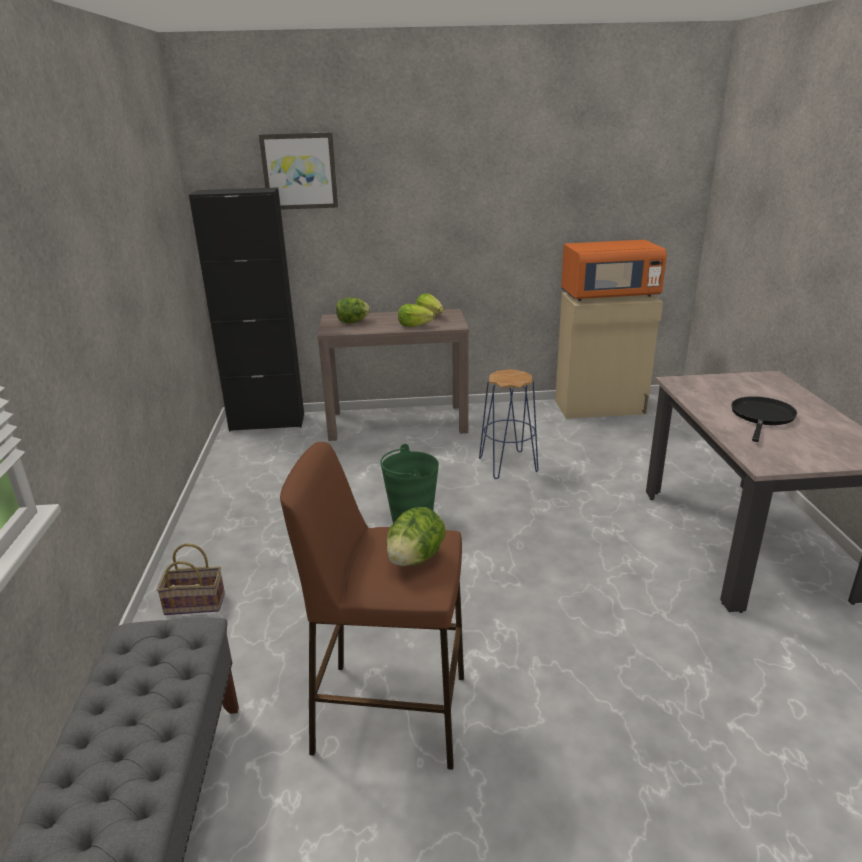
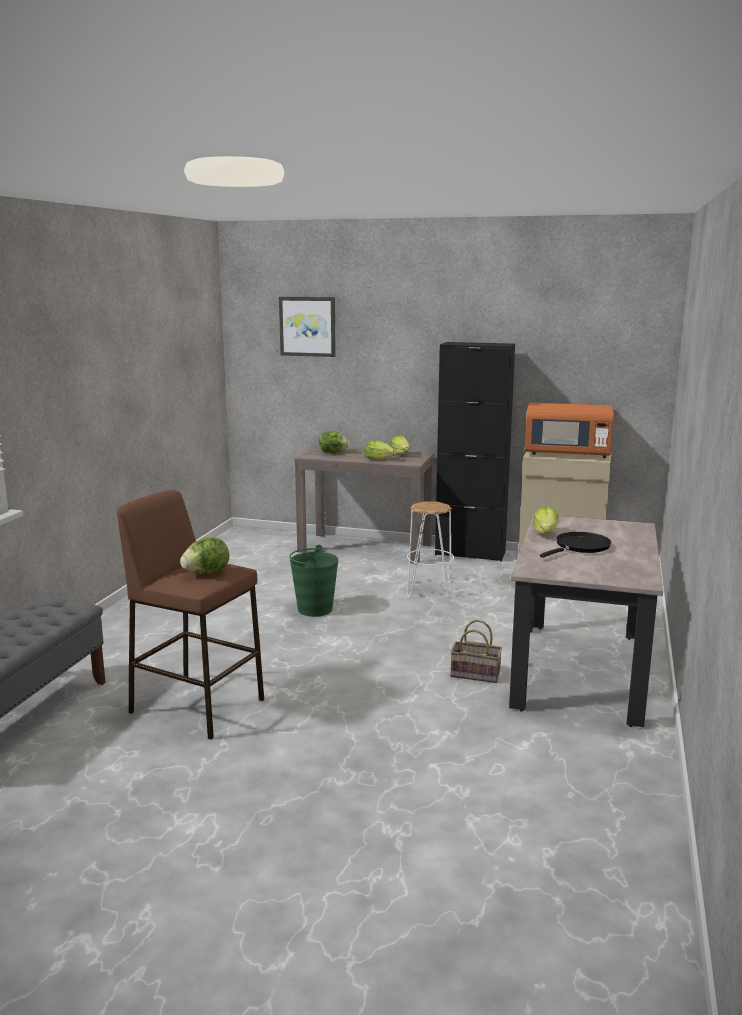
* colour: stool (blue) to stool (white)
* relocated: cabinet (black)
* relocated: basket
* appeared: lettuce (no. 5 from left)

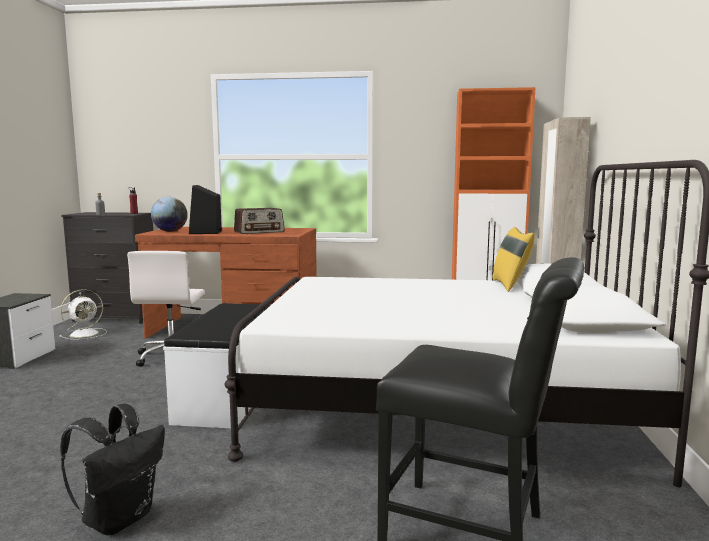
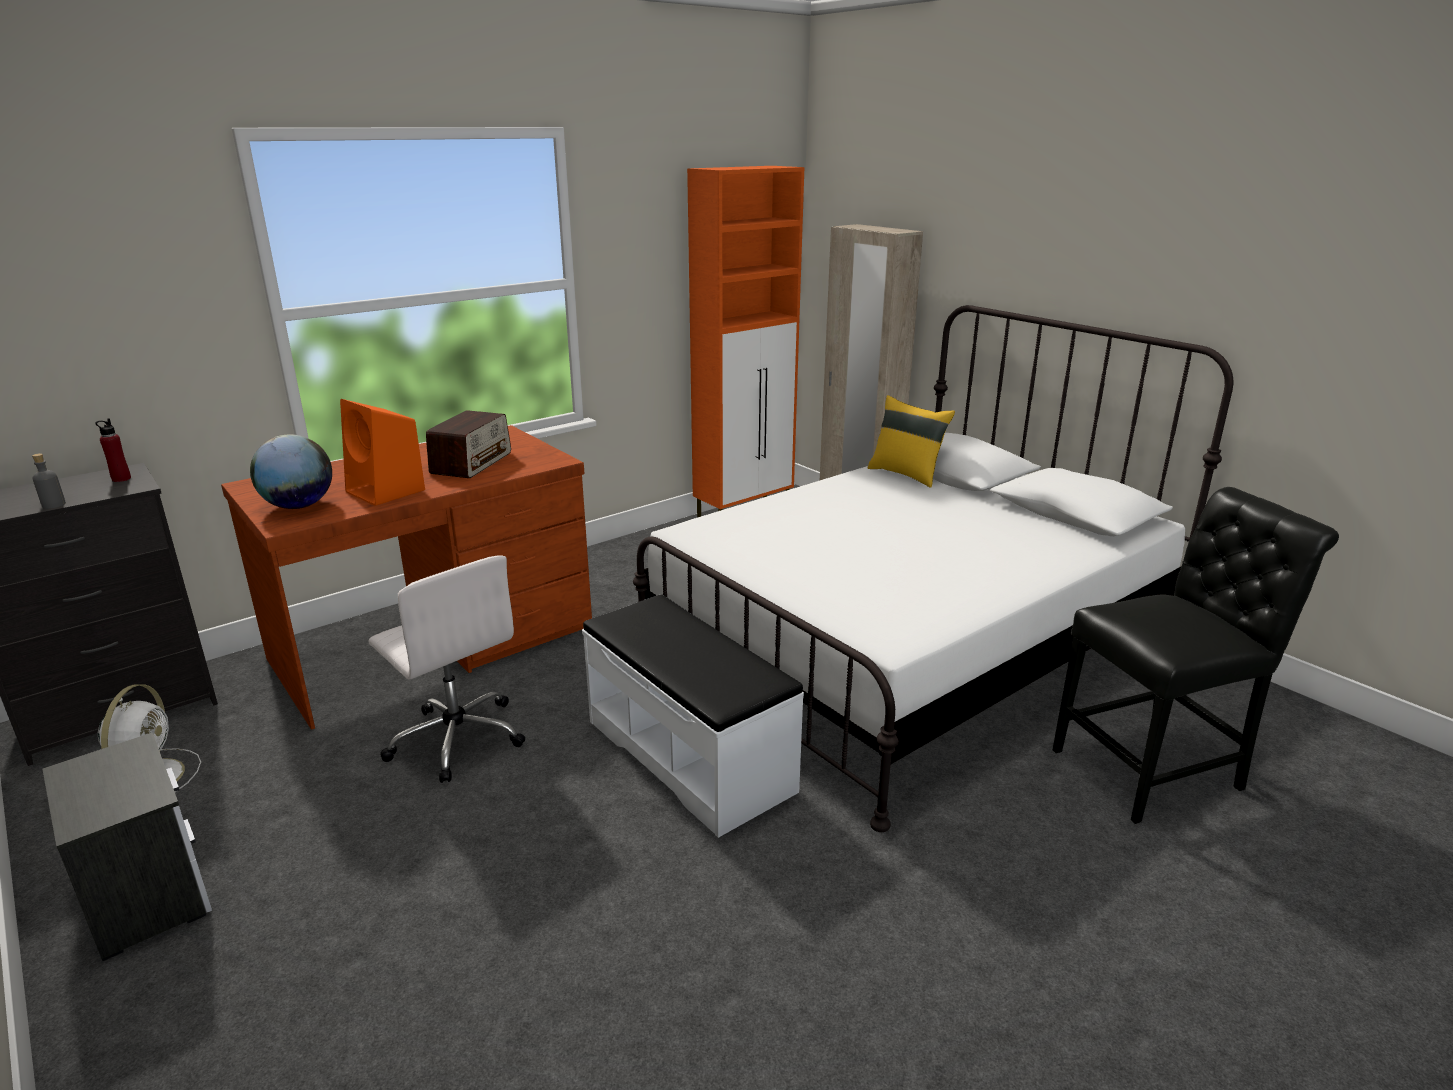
* colour: speaker (black) to speaker (orange)
* missing: backpack (black)

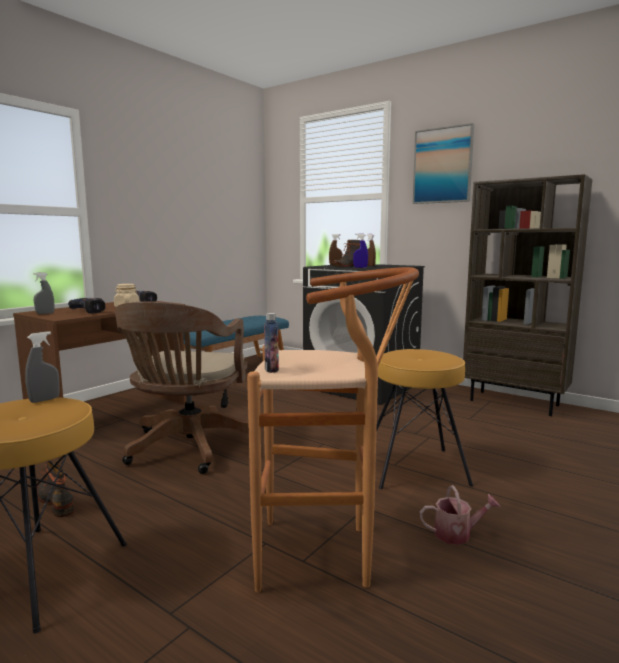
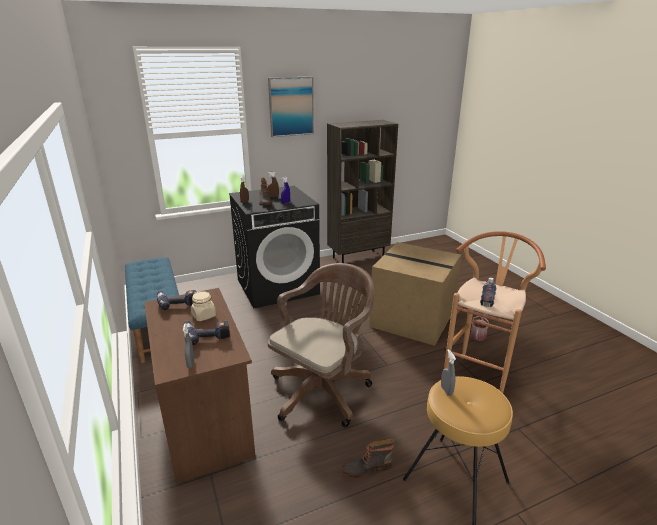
* spun: office chair (brown) 90 degrees counterclockwise
* exchanged: stool (brown) (no. 3 from left) to cardboard box

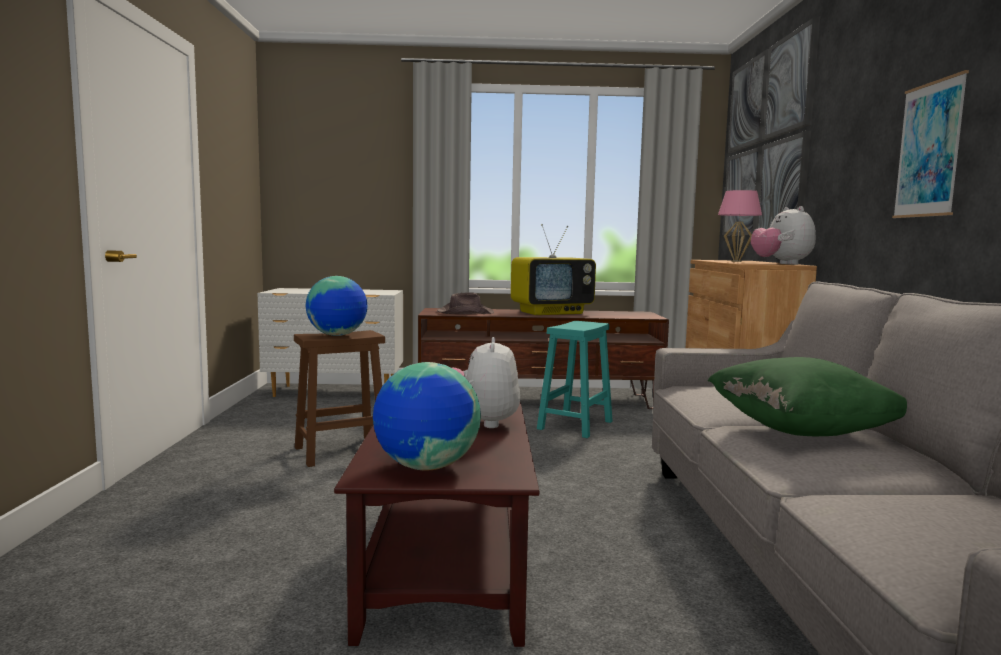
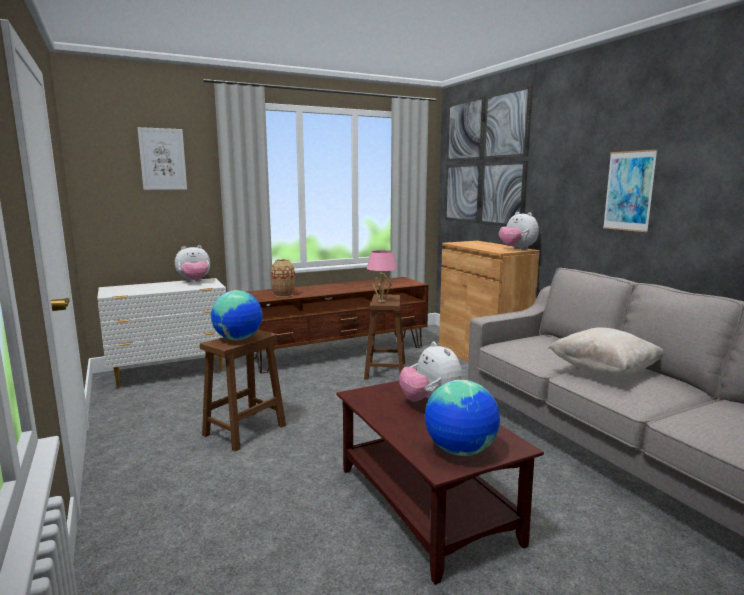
* appeared: picture (no. 1 from left)
* appeared: plush toy (no. 1 from left)
* exchanged: hat (brown) to vase
* colour: stool (turquoise) to stool (brown) (no. 2 from left)
* relocated: table lamp (pink)
* colour: pillow (green) to pillow (beige)
* missing: television

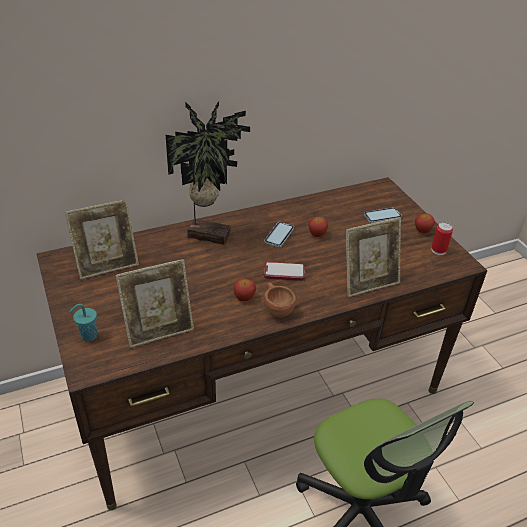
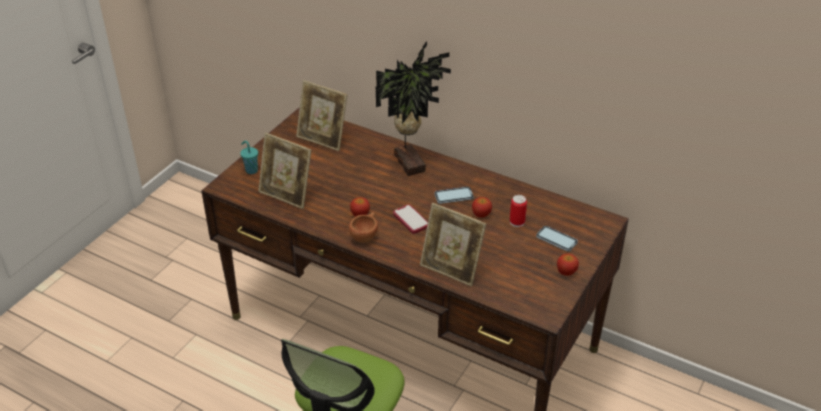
* relocated: can

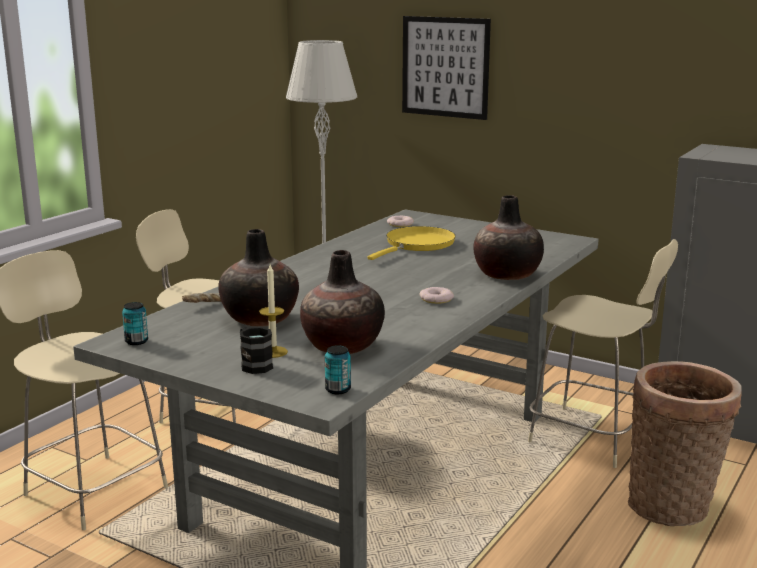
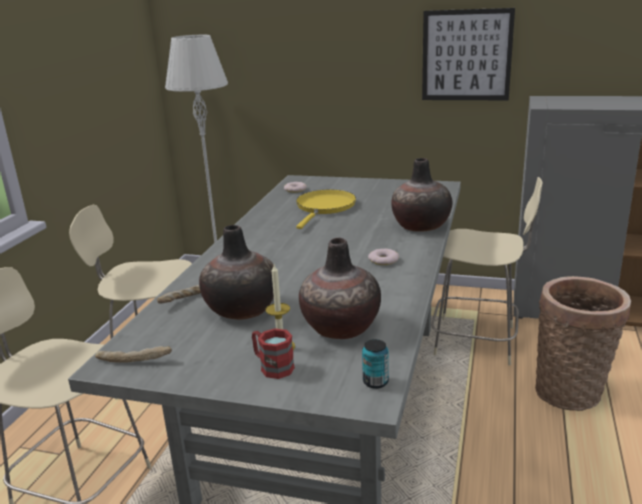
* exchanged: can (no. 1 from left) to bread (no. 1 from left)
* colour: mug (black) to mug (red)
* relocated: picture

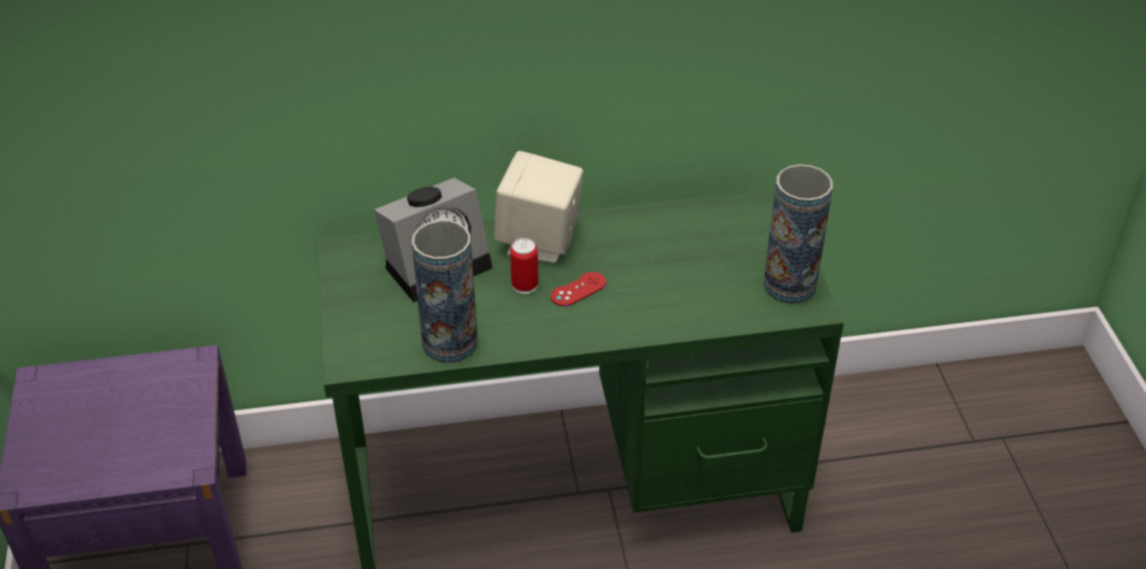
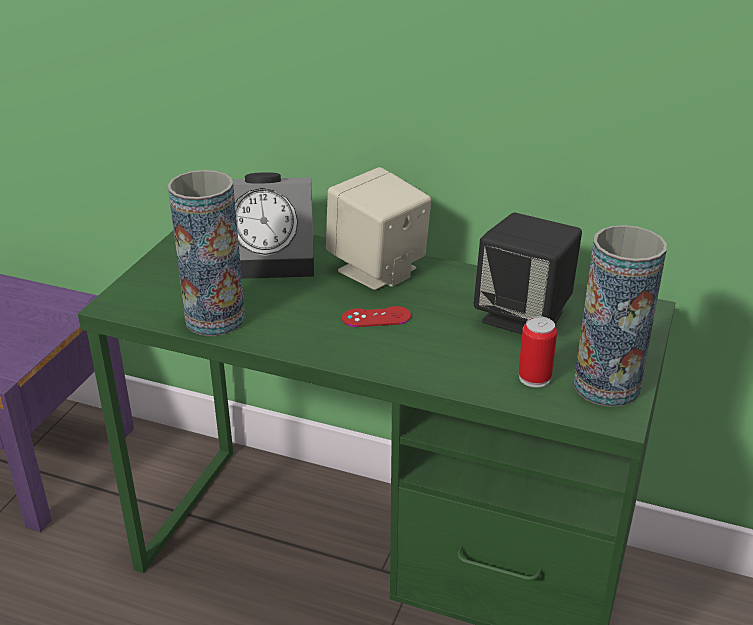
* appeared: speaker (black)
* relocated: can

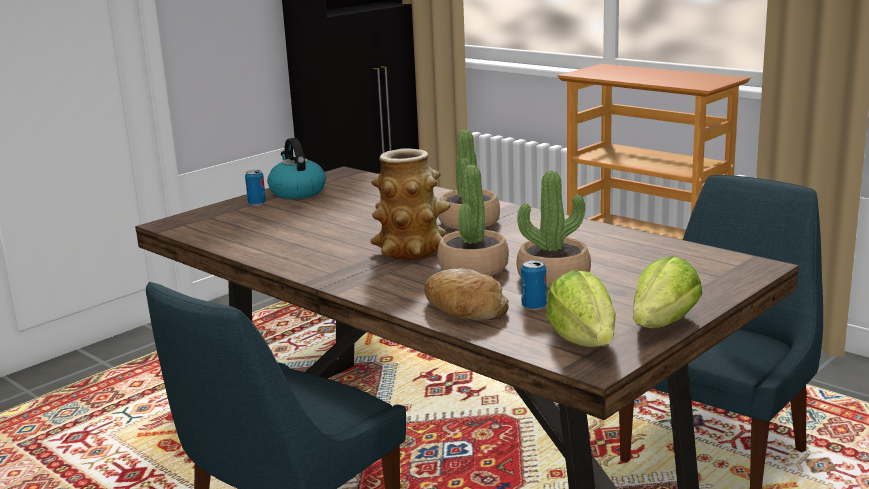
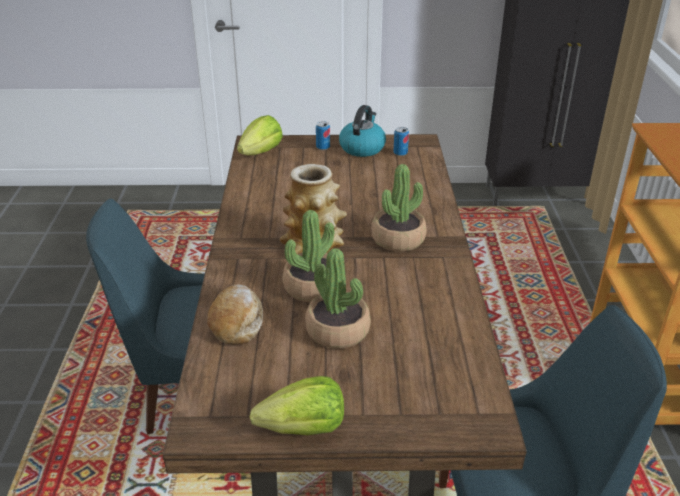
* relocated: lettuce (no. 1 from left)
* relocated: can (no. 2 from left)

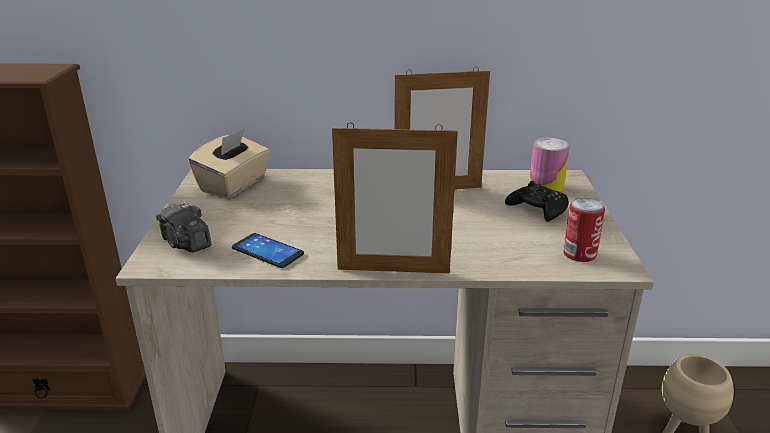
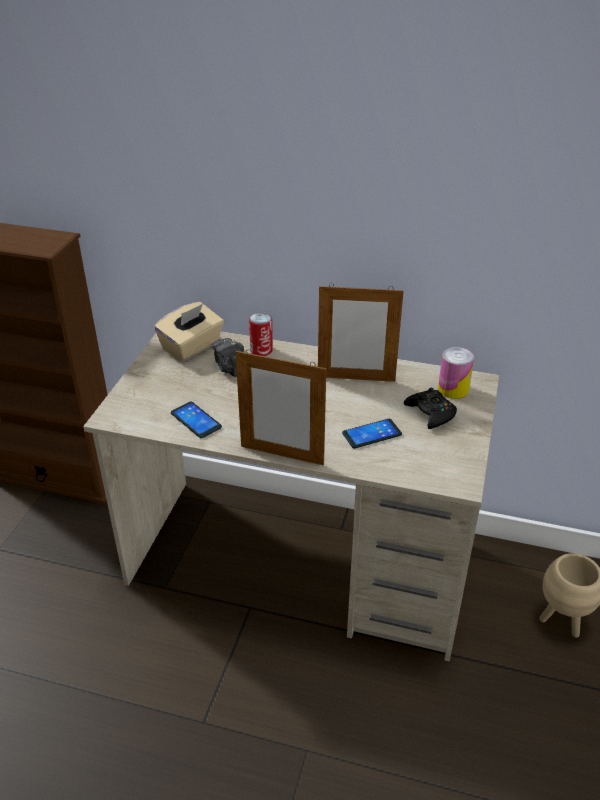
* relocated: photo camera
* relocated: can (no. 2 from left in the first image) to can (no. 1 from left)
* appeared: phone (no. 2 from left)

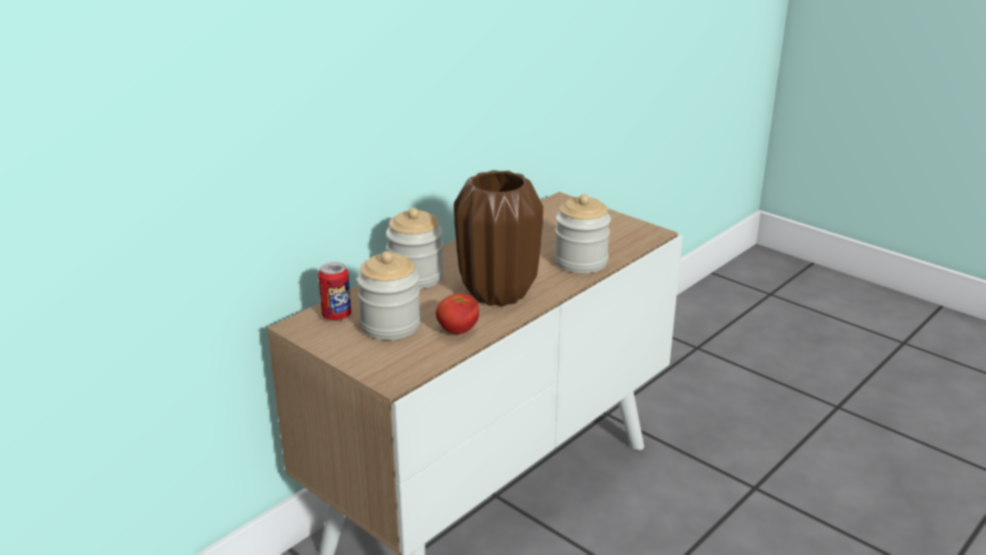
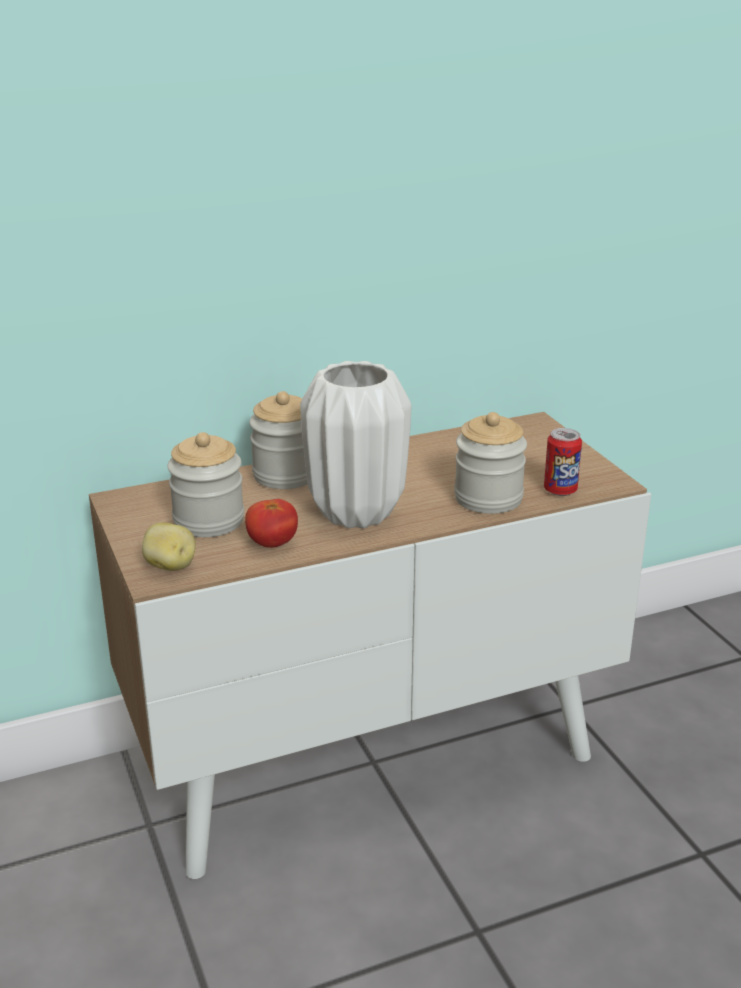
* appeared: potato
* colour: vase (brown) to vase (white)
* relocated: can

